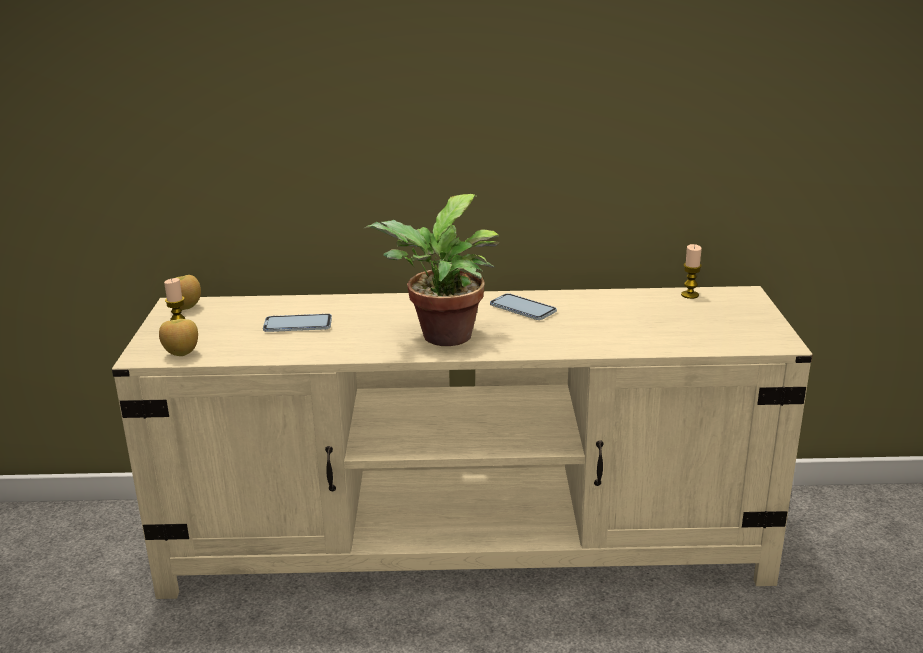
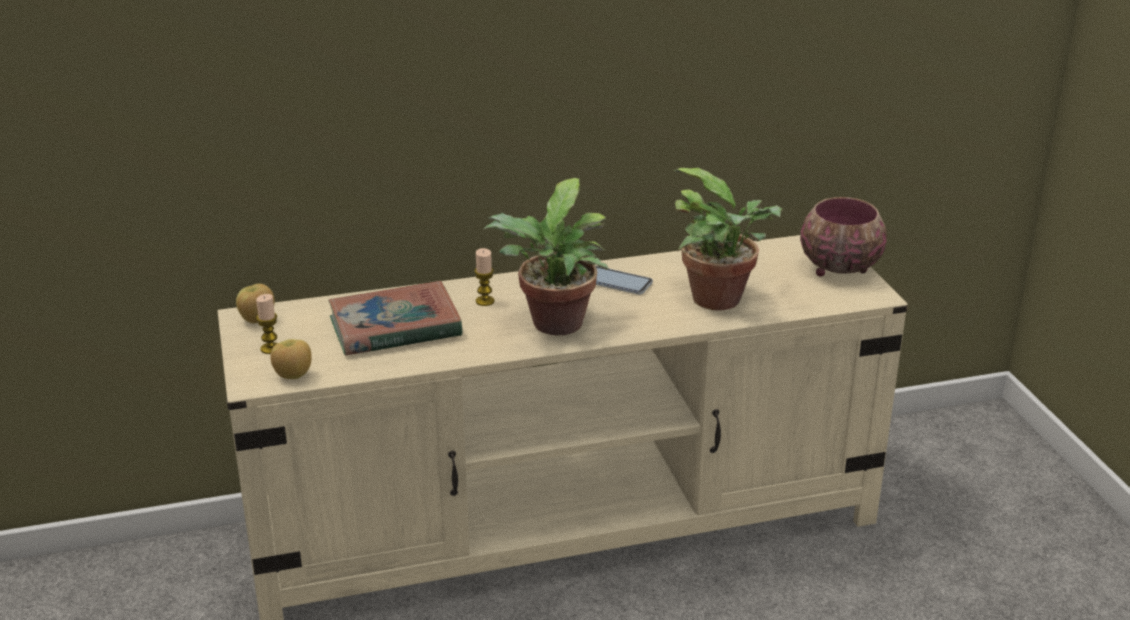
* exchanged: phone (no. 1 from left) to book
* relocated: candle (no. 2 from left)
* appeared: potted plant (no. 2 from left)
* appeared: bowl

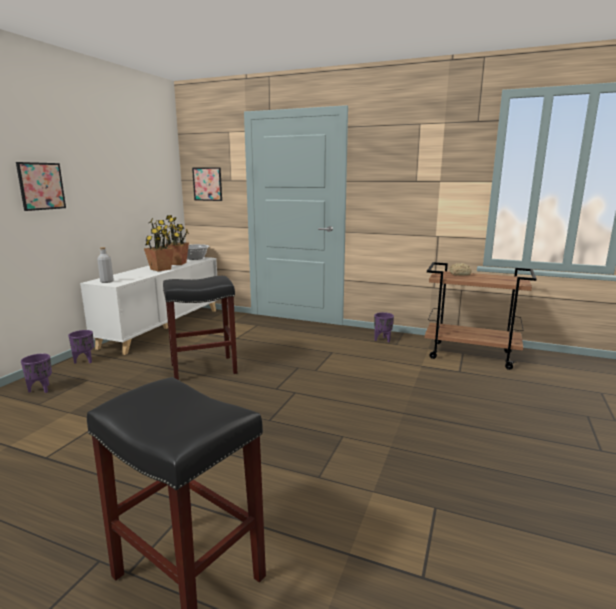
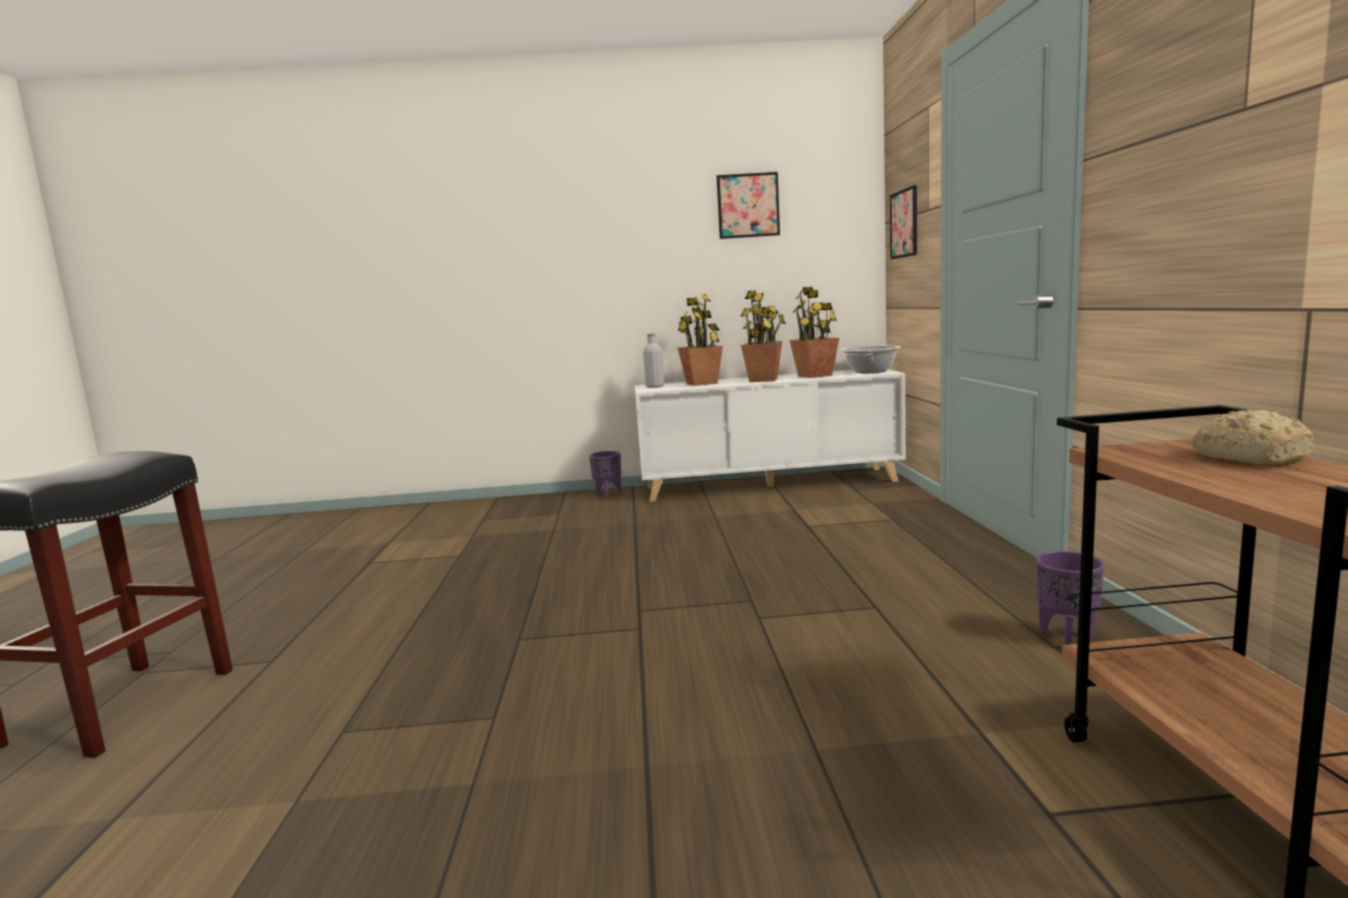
* appeared: potted plant (no. 1 from left)
* relocated: picture (no. 1 from left)
* missing: planter (purple) (no. 1 from left)
* missing: stool (black) (no. 2 from left)

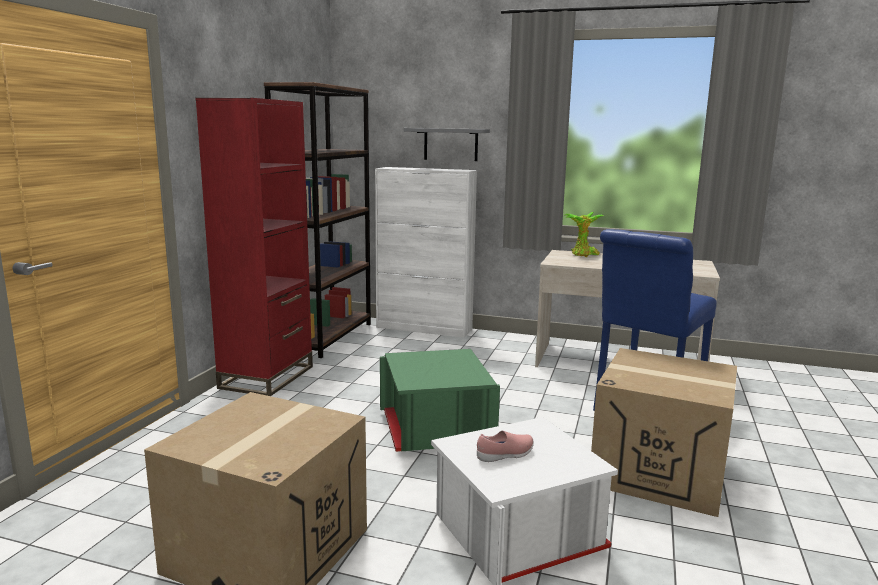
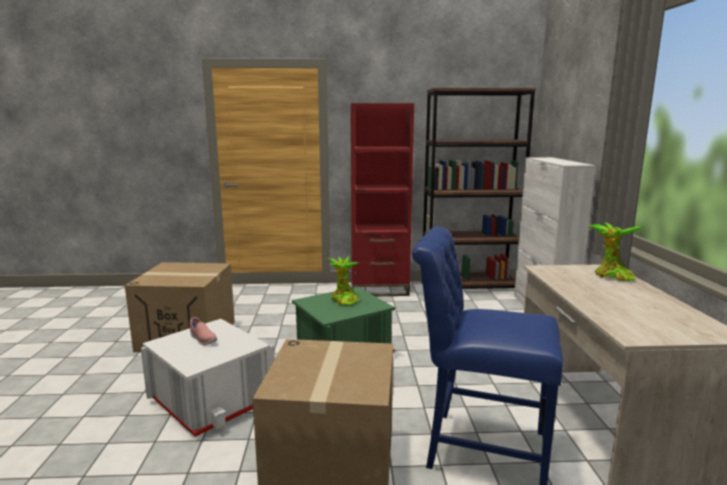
* appeared: potted plant (no. 1 from left)
* missing: shelf (grey)

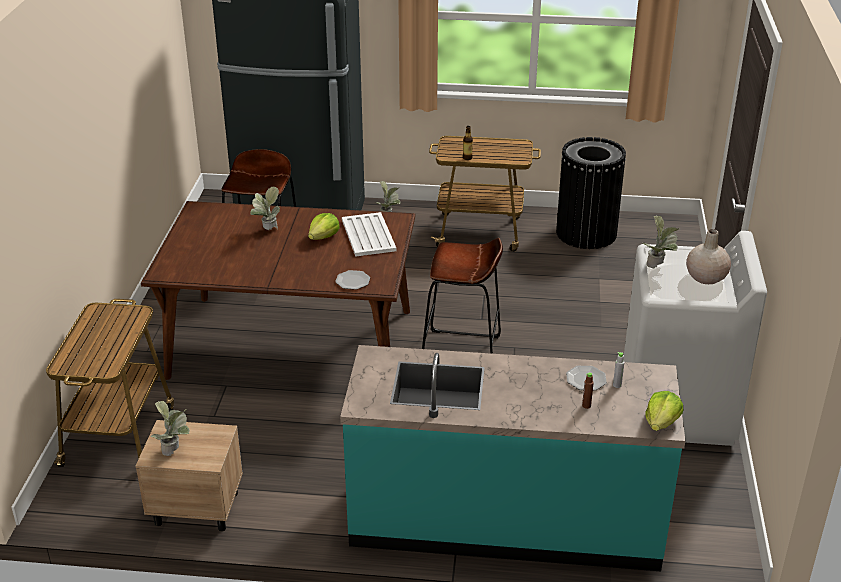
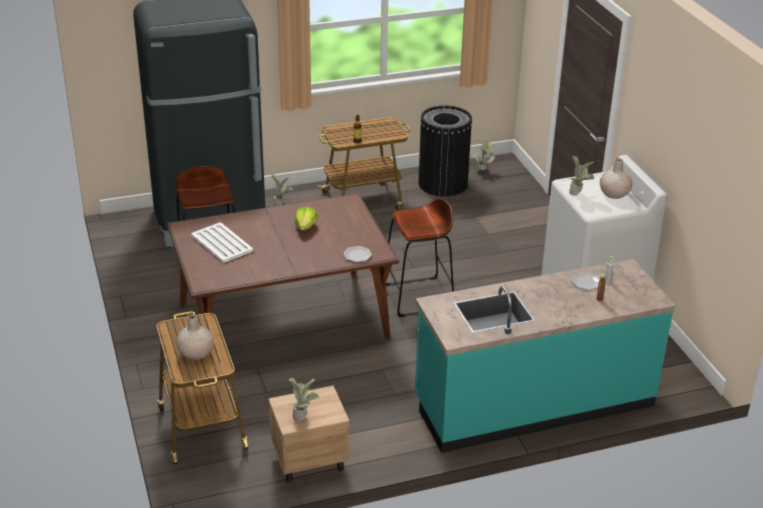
* appeared: vase (beige) (no. 1 from left)
* relocated: tray (white)
* relocated: potted plant (no. 2 from left in the first image) to potted plant (no. 3 from left)
* missing: lettuce (no. 2 from left)

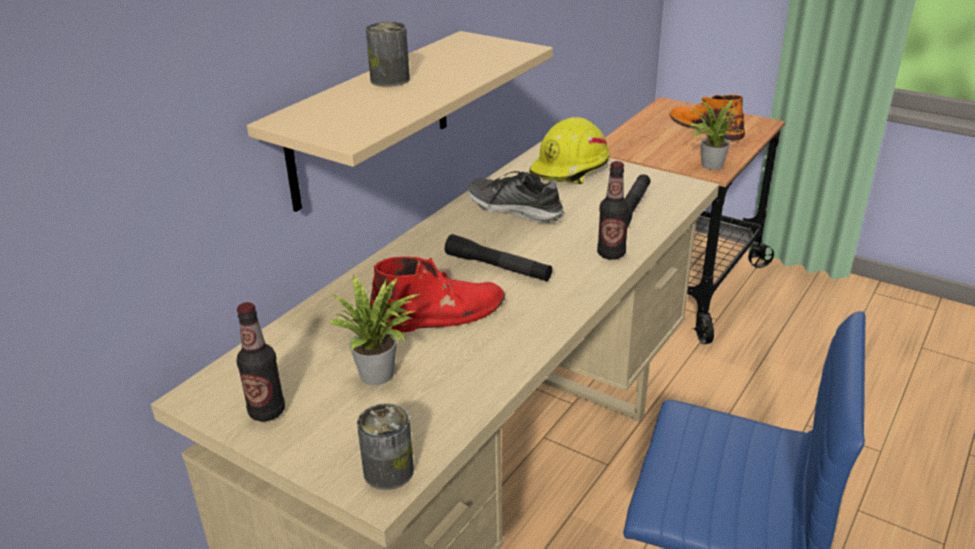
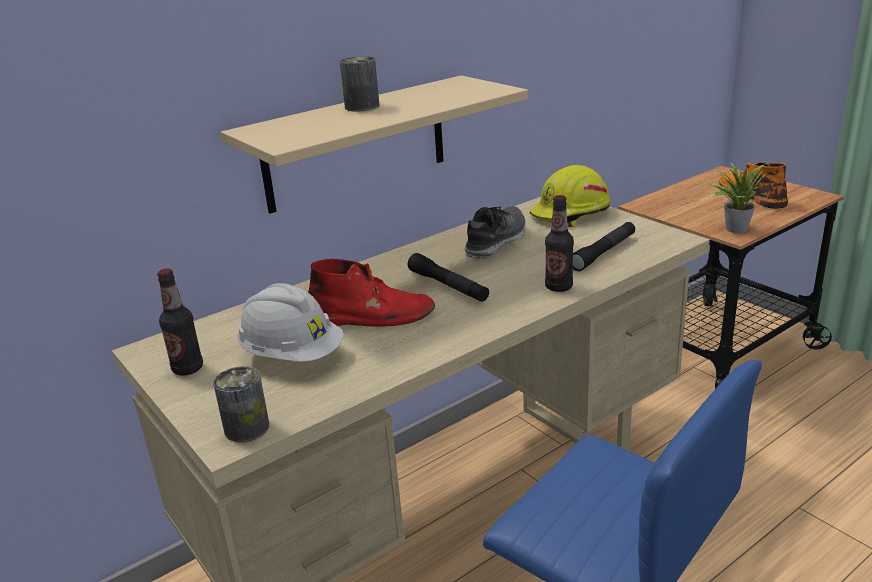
* exchanged: potted plant (no. 1 from left) to hard hat (white)
* spun: shoe 75 degrees clockwise

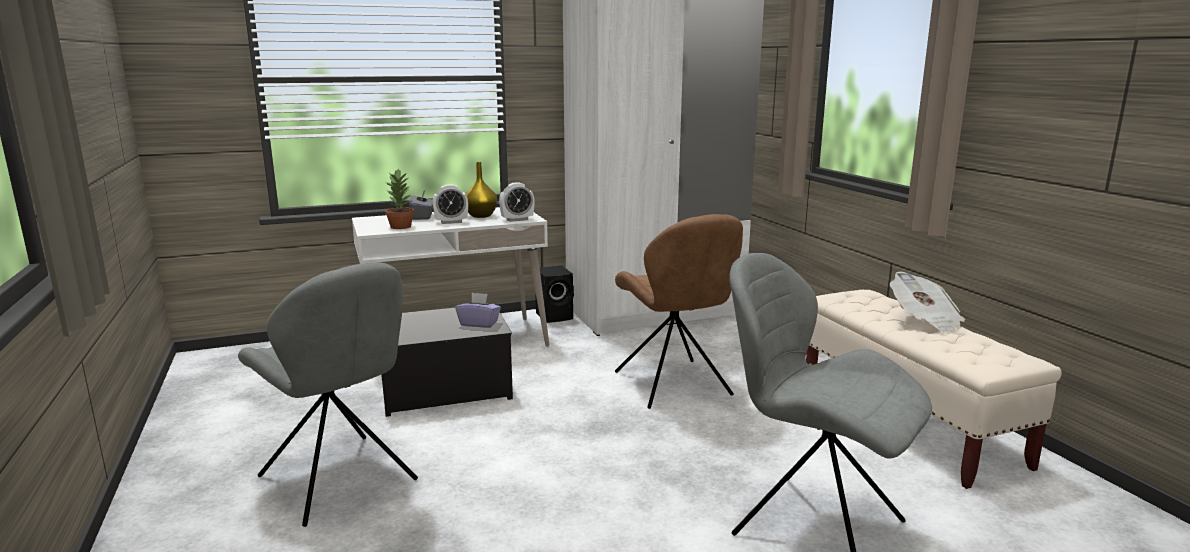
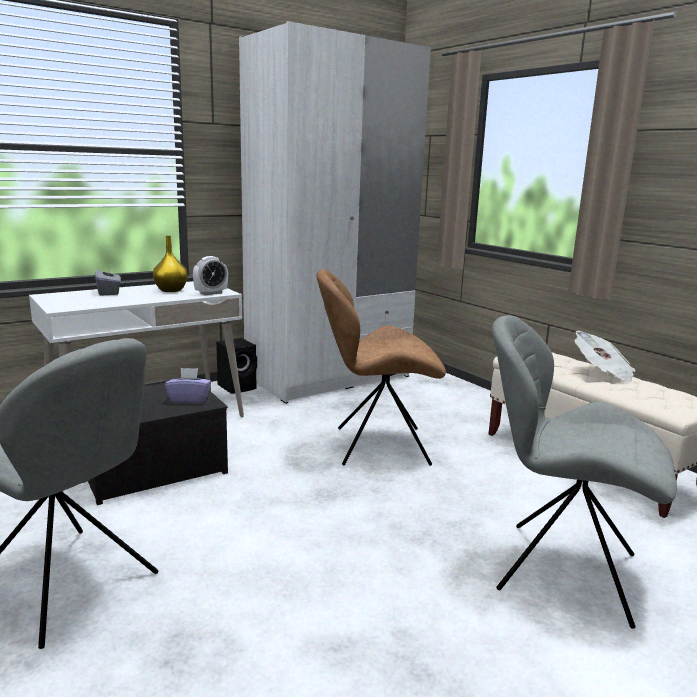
* spun: chair (brown) 120 degrees clockwise
* missing: potted plant
* missing: alarm clock (no. 1 from left)

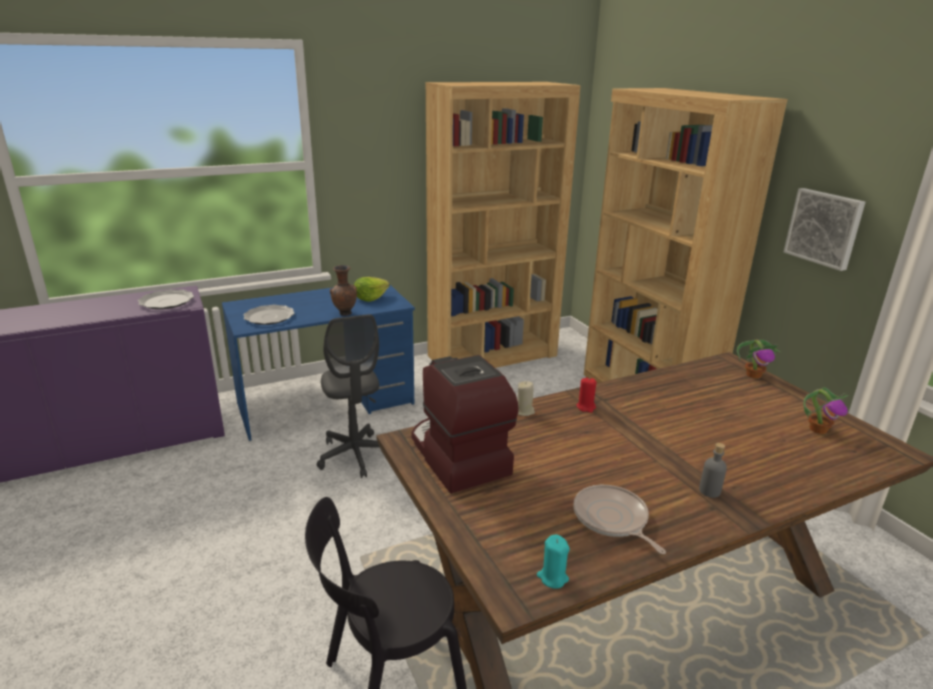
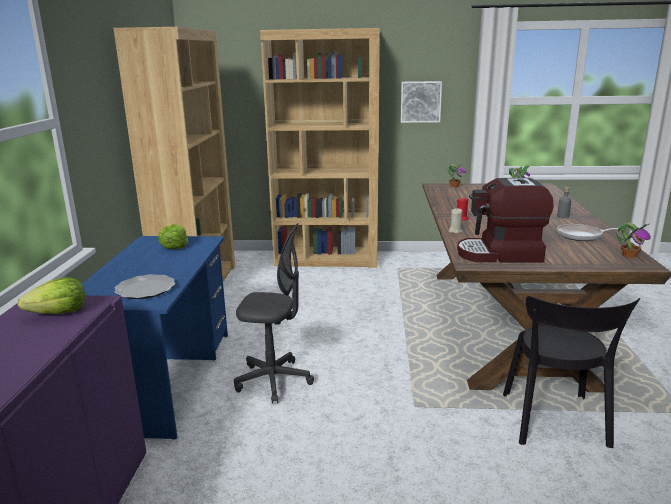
* exchanged: plate (no. 1 from left) to lettuce (no. 1 from left)
* exchanged: candle (turquoise) to potted plant (no. 3 from left)
* missing: vase (brown)

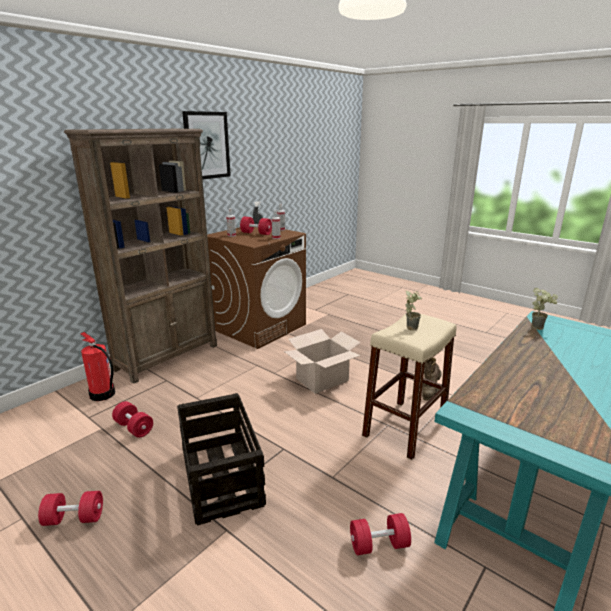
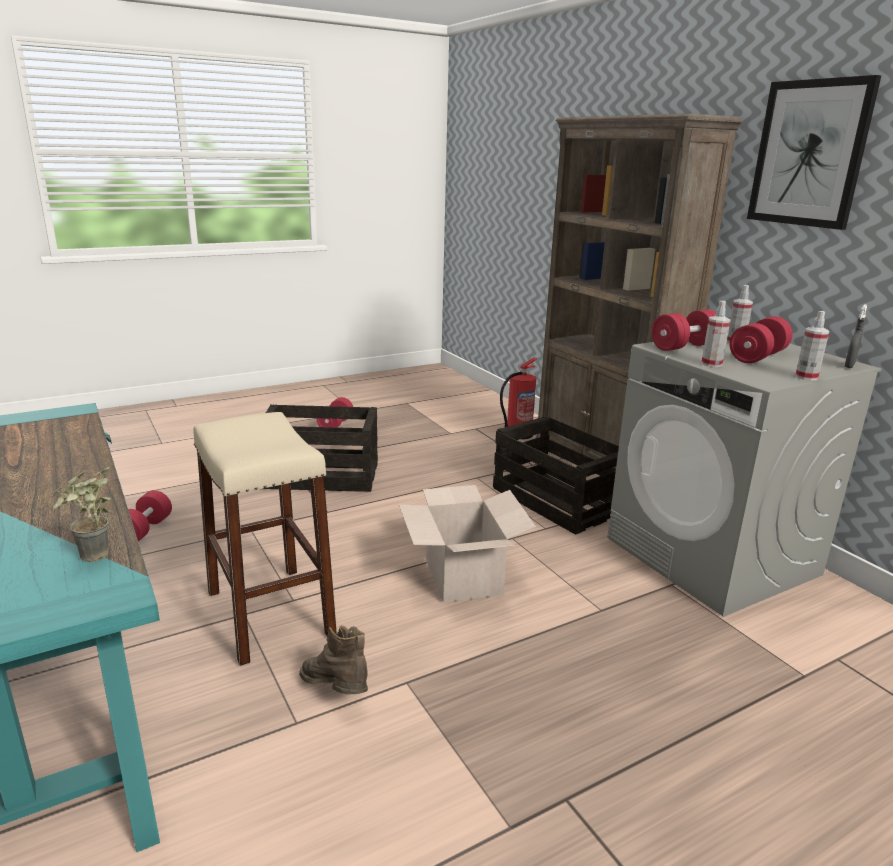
* appeared: crate (no. 2 from left)
* colour: washing machine (brown) to washing machine (grey)
* relocated: dumbbell (red) (no. 2 from left in the first image) to dumbbell (red) (no. 3 from left)
* missing: potted plant (no. 1 from left)

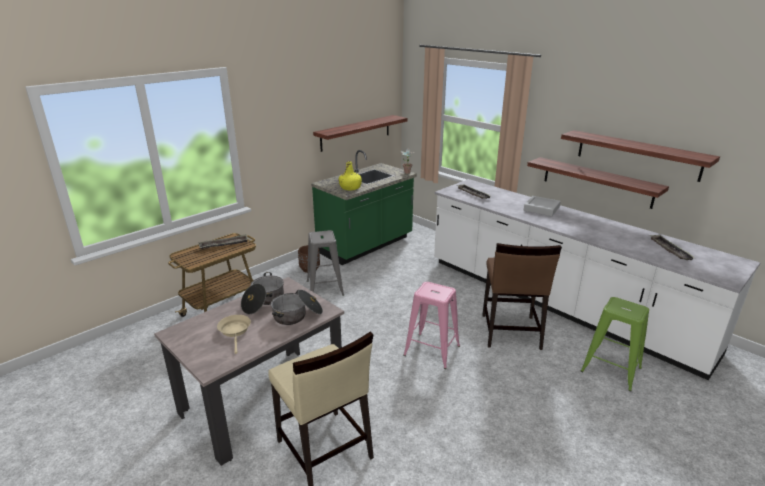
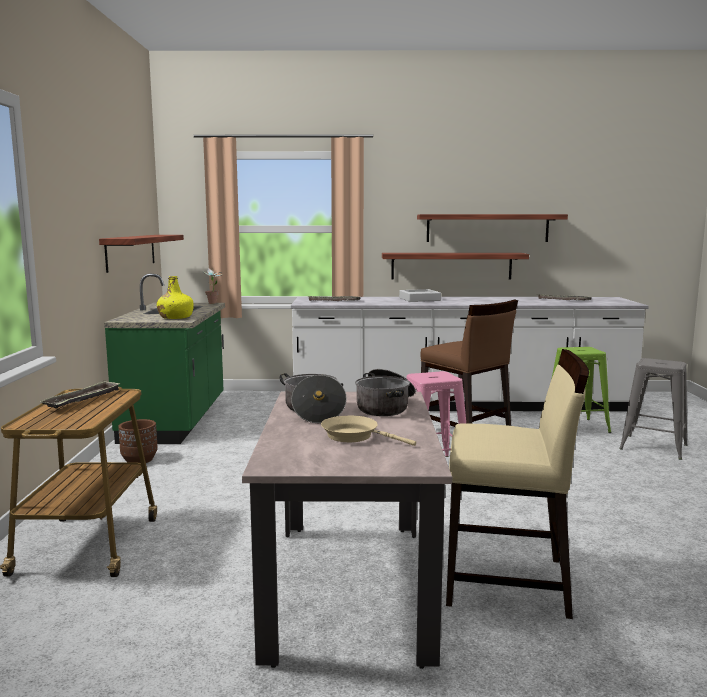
* relocated: stool (grey)

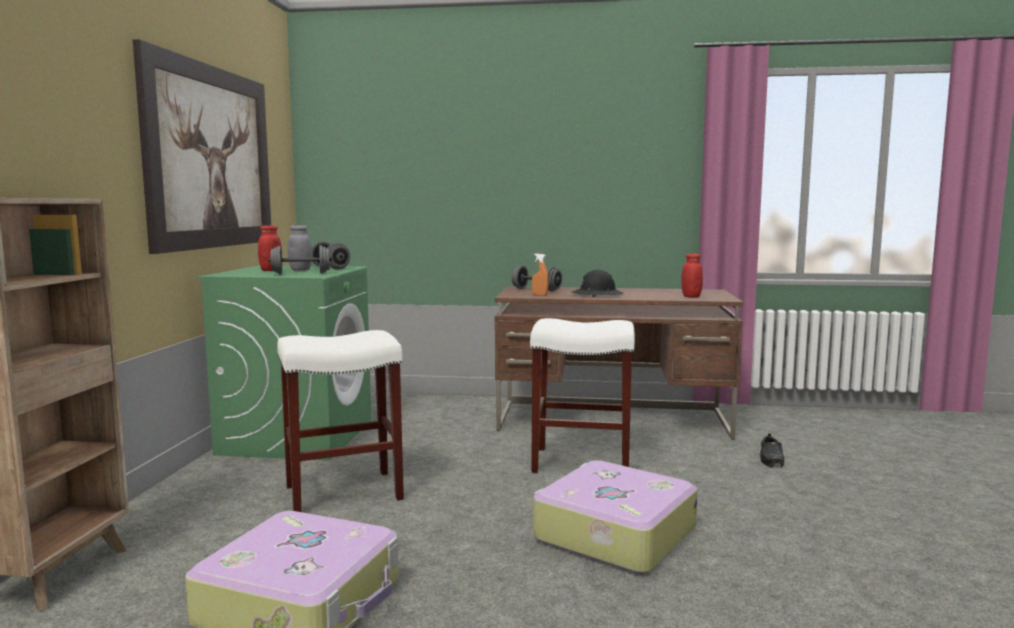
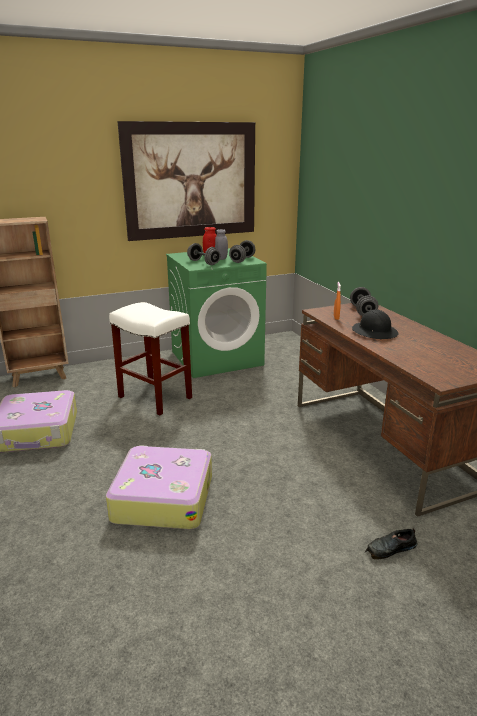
* missing: stool (white) (no. 2 from left)
* missing: jar (red) (no. 2 from left)

